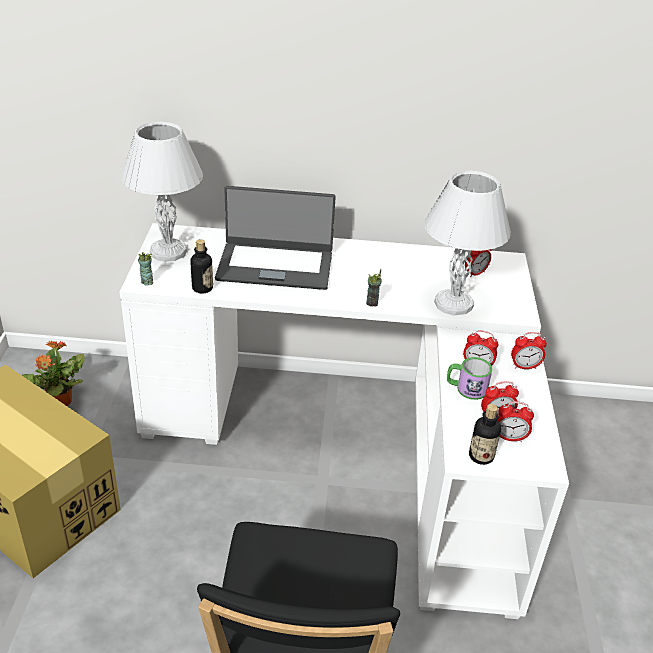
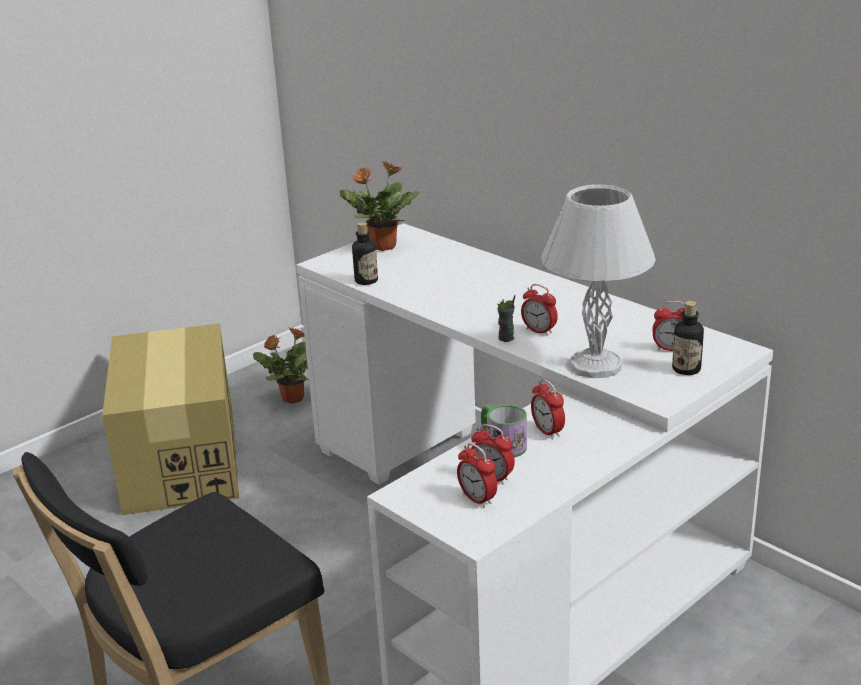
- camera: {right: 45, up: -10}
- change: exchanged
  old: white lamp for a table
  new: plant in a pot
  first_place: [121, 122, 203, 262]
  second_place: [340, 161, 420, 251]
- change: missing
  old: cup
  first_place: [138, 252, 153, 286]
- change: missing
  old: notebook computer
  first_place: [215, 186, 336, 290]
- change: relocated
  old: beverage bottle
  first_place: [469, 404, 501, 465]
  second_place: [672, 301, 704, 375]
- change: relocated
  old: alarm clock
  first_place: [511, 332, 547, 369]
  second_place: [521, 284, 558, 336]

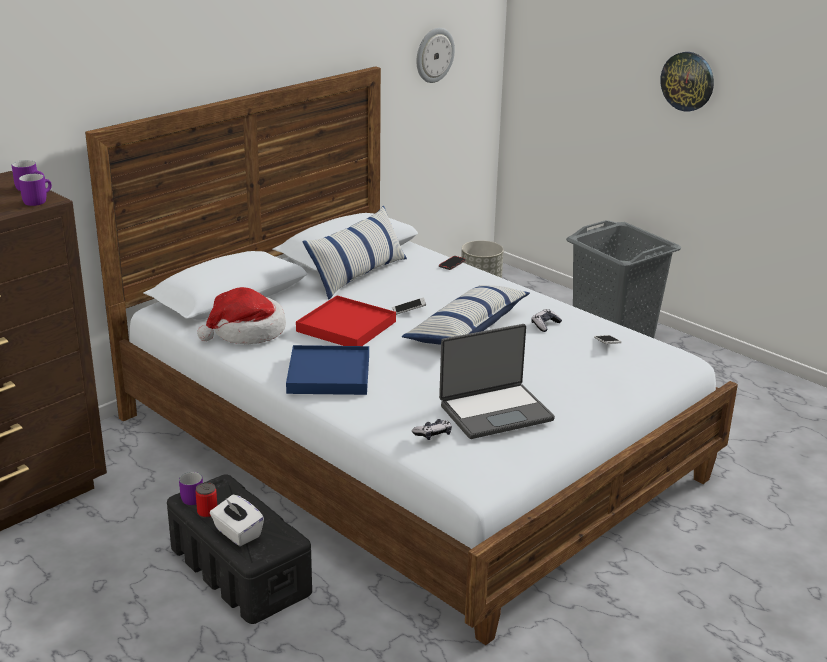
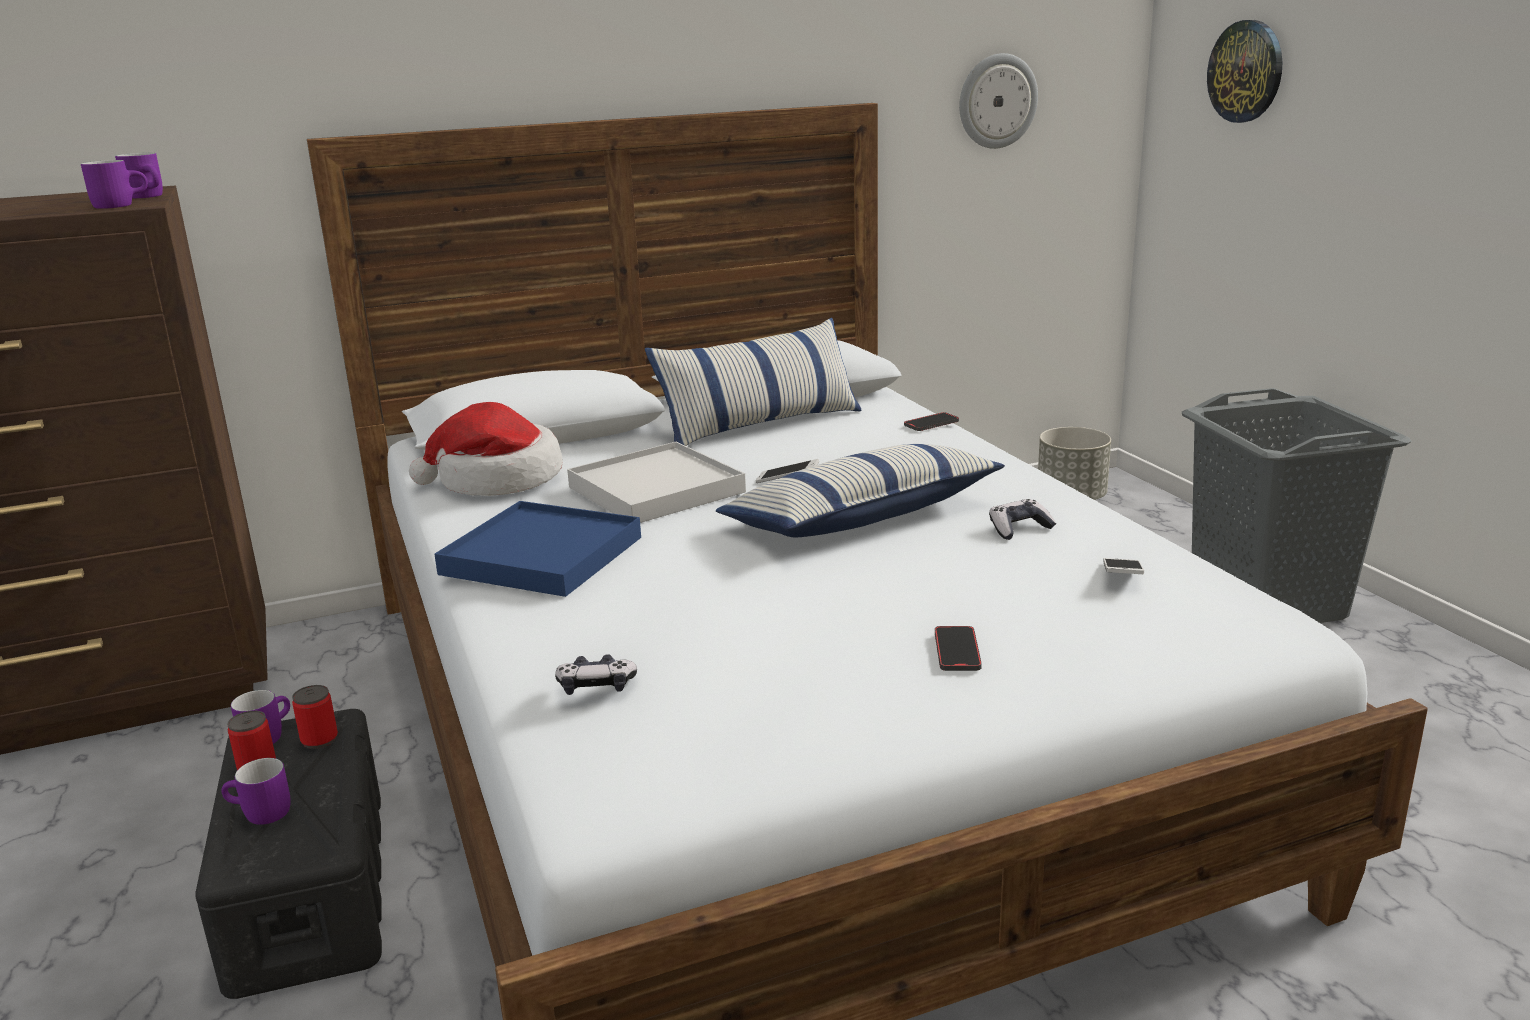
- camera: {right: 25, up: -5}
- change: exchanged
  old: white tissue box
  new: purple-coloured tea mug
  first_place: [210, 495, 264, 546]
  second_place: [222, 758, 291, 825]
- change: colour
  old: reddish tray
  new: white tray
  first_place: [296, 295, 396, 346]
  second_place: [567, 442, 746, 523]
- change: missing
  old: notebook computer
  first_place: [439, 324, 555, 439]
- change: relocated
  old: hanging clock
  first_place: [660, 52, 714, 111]
  second_place: [1207, 20, 1282, 123]
- change: appeared
  new: sealed can
  second_place: [292, 685, 338, 749]
- change: appeared
  new: handset
  second_place: [935, 626, 982, 671]

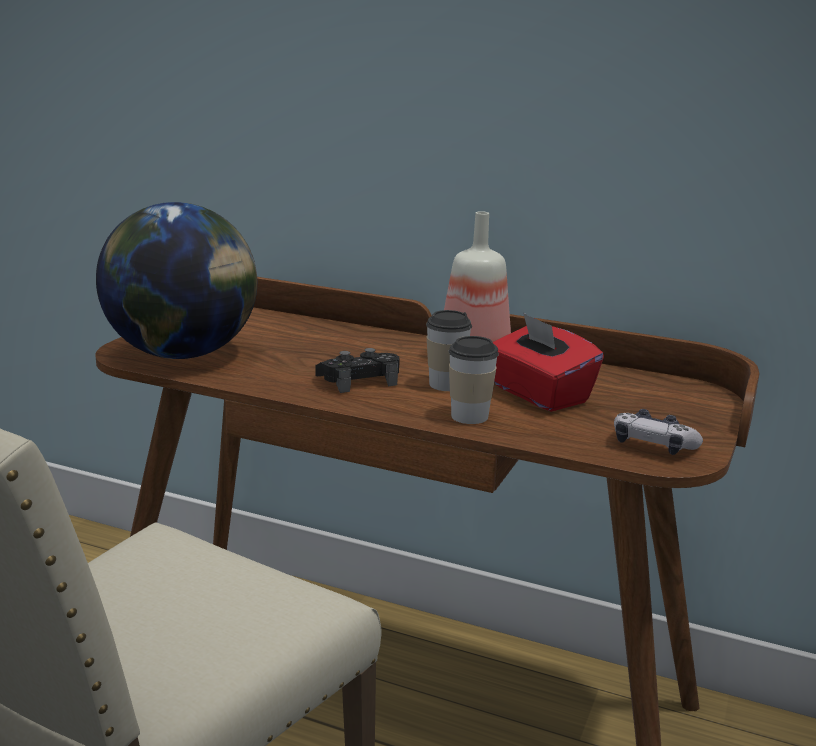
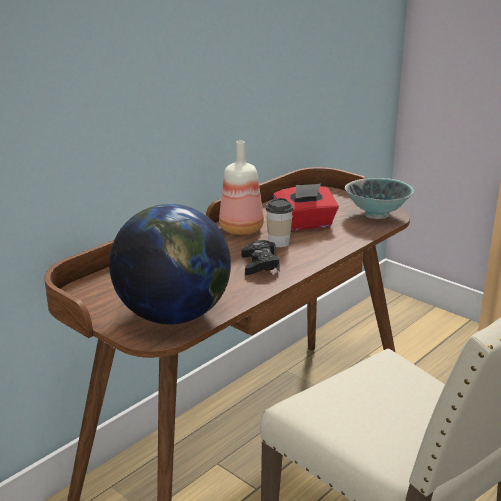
- camera: {right: -70, up: 5}
- change: missing
  old: cup
  first_place: [448, 336, 499, 424]
- change: exchanged
  old: game controller
  new: serving bowl
  first_place: [614, 409, 703, 455]
  second_place: [345, 178, 414, 219]

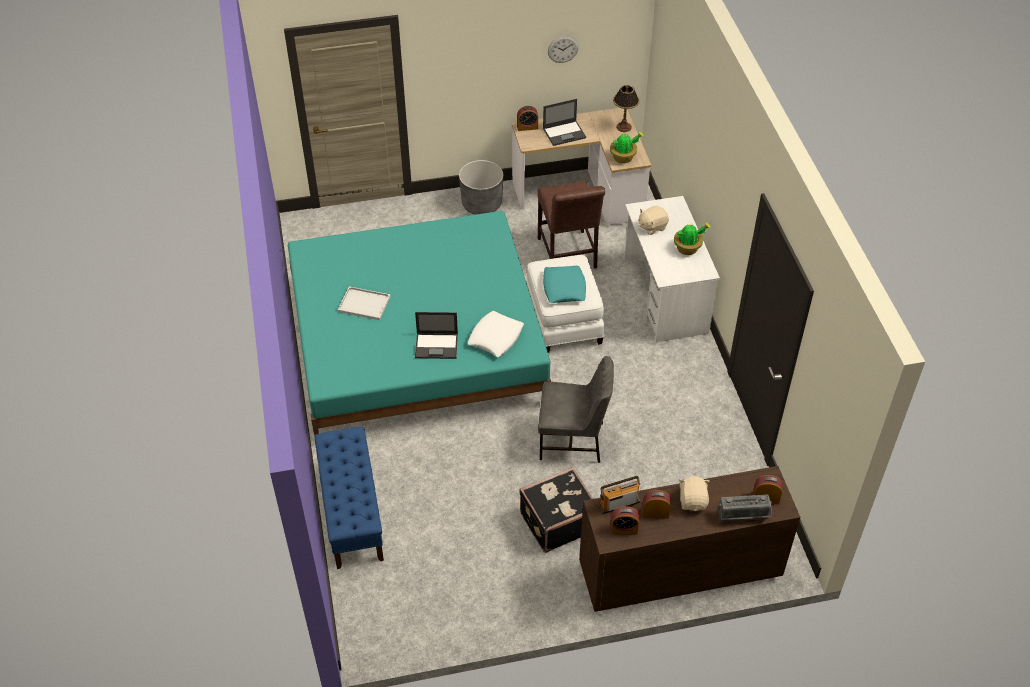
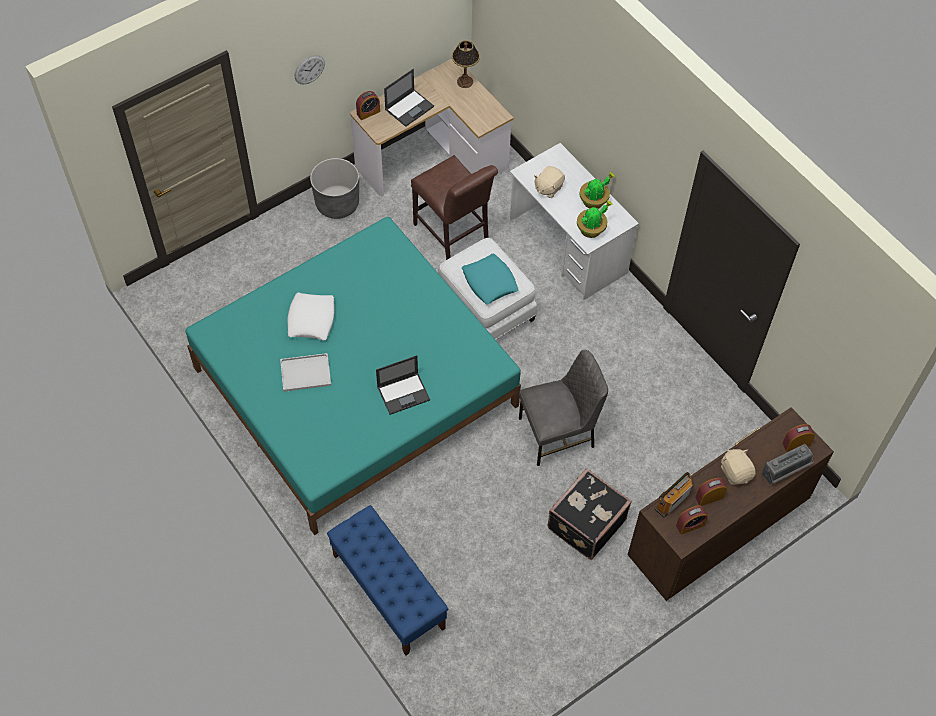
- camera: {right: -25, up: 10}
- change: relocated
  old: white pillow
  first_place: [468, 311, 524, 357]
  second_place: [287, 293, 334, 341]
- change: relocated
  old: hanging clock
  first_place: [548, 36, 579, 63]
  second_place: [295, 55, 325, 85]
- change: relocated
  old: plant in a pot
  first_place: [610, 132, 644, 163]
  second_place: [577, 200, 613, 238]

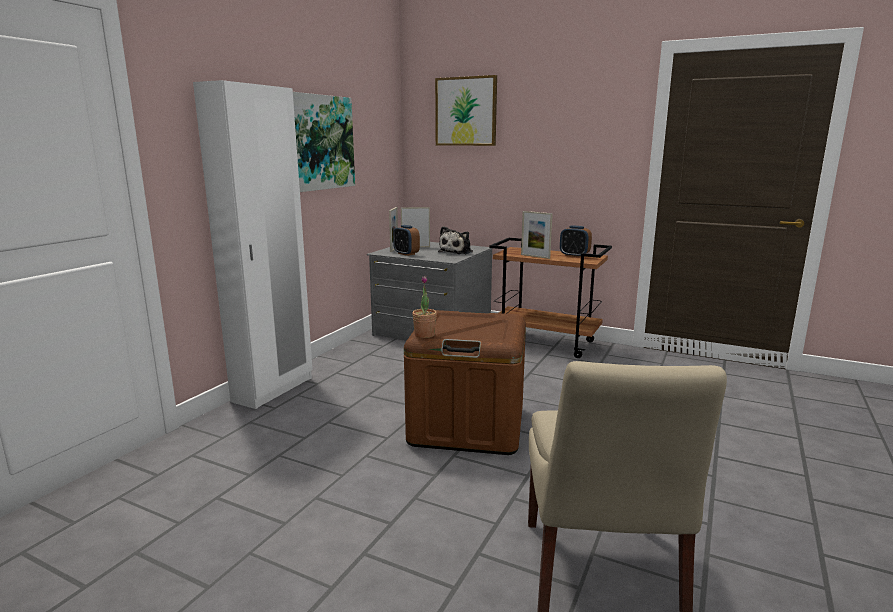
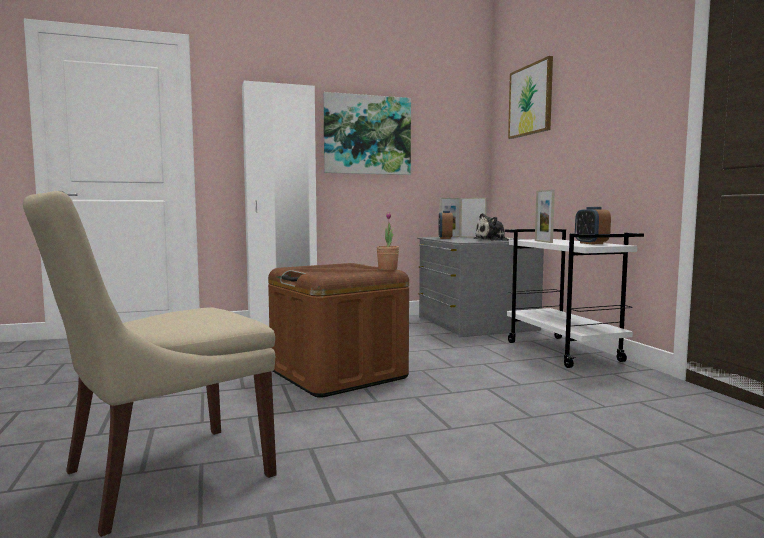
- camera: {right: 45, up: -10}
- change: relocated
  old: plant in a pot
  first_place: [412, 276, 437, 338]
  second_place: [377, 212, 399, 270]
- change: colour
  old: brownish cart
  new: white cart
  first_place: [489, 238, 612, 358]
  second_place: [505, 229, 644, 368]

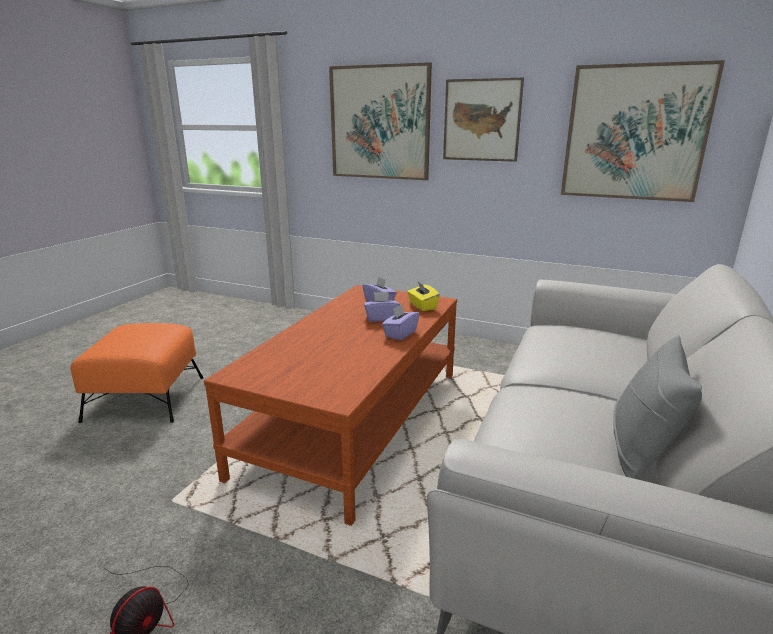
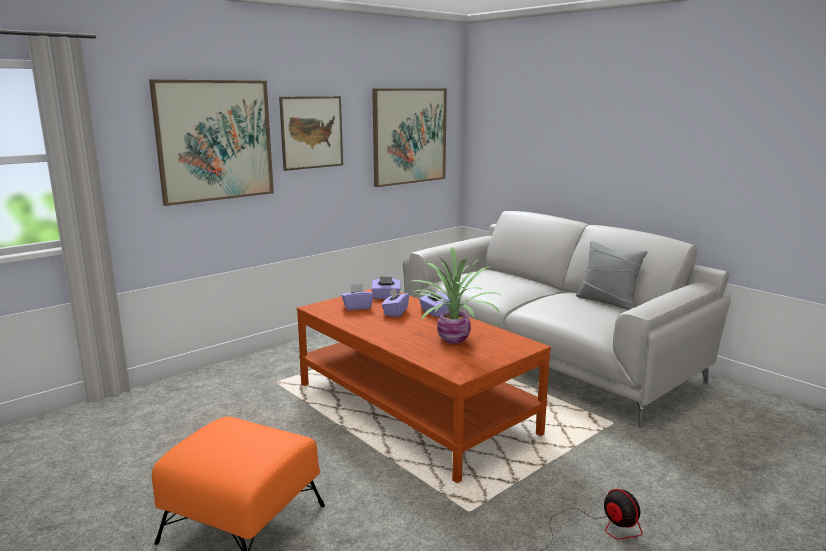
- camera: {right: -65, up: -5}
- change: colour
  old: yellow tissue box
  new: purple-coloured tissue box
  first_place: [407, 282, 440, 311]
  second_place: [372, 277, 401, 299]
- change: appeared
  new: plant in a pot
  second_place: [411, 247, 503, 344]

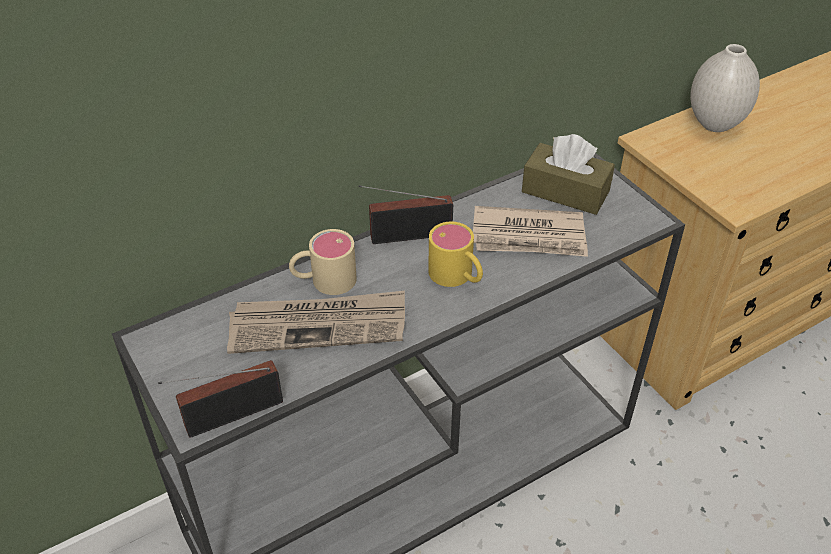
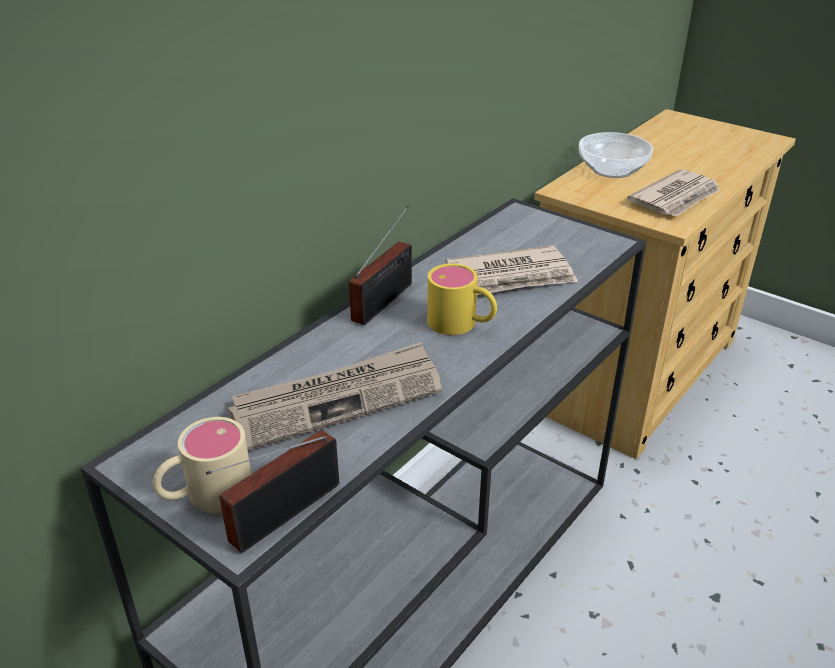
- camera: {right: -20, up: -10}
- change: relocated
  old: beige-coloured tea mug
  first_place: [289, 229, 357, 295]
  second_place: [153, 417, 251, 513]
- change: spun
  old: radio set
  first_place: [359, 185, 453, 244]
  second_place: [349, 206, 412, 325]
  degrees: 150
- change: missing
  old: brownish tissue box
  first_place: [522, 134, 615, 215]
- change: exchanged
  old: white decorative vase
  new: serving bowl
  first_place: [690, 44, 760, 132]
  second_place: [579, 132, 653, 178]
- change: appeared
  new: daily paper
  second_place: [627, 169, 720, 217]

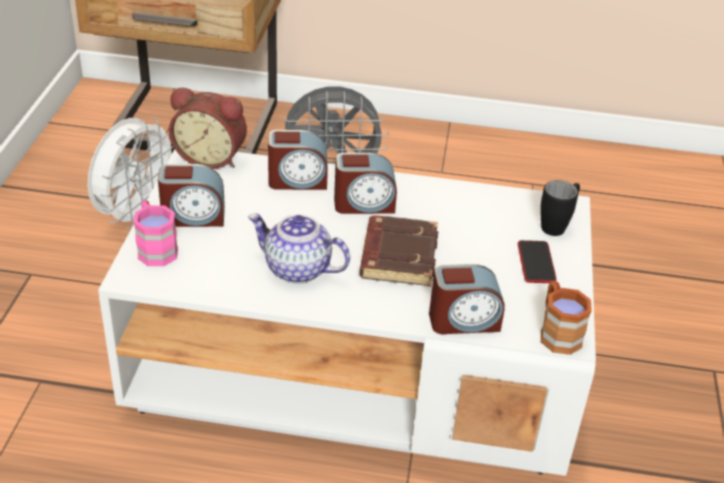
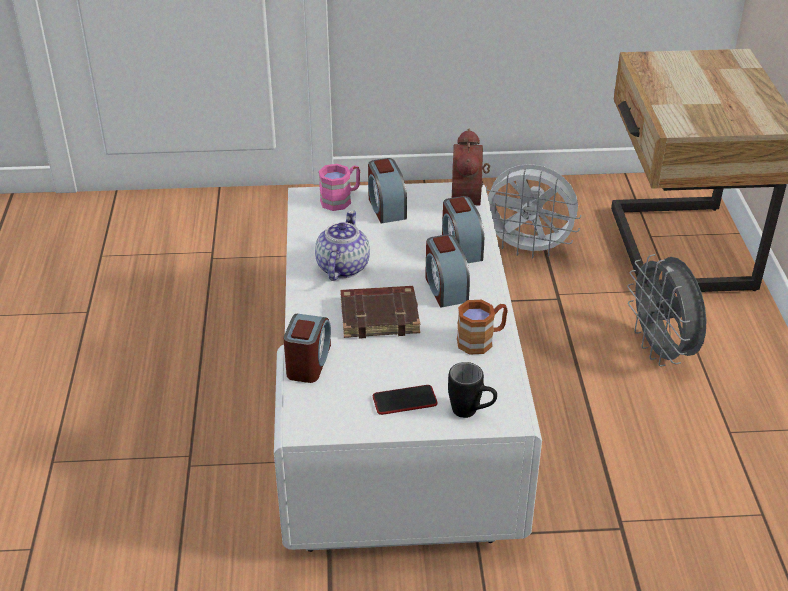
- camera: {right: 80, up: 0}
- change: spun
  old: alarm clock
  first_place: [429, 264, 505, 334]
  second_place: [283, 314, 331, 383]
  degrees: -150
- change: relocated
  old: brownish tea mug
  first_place: [541, 280, 592, 355]
  second_place: [457, 300, 508, 355]

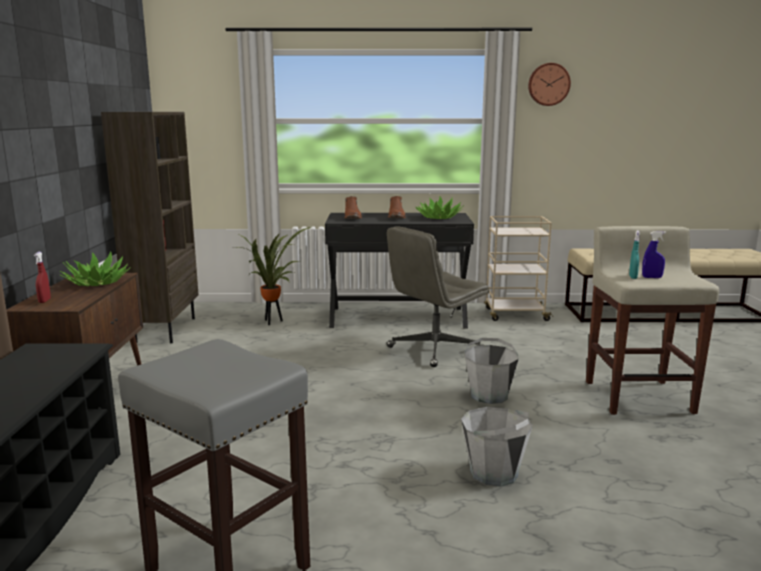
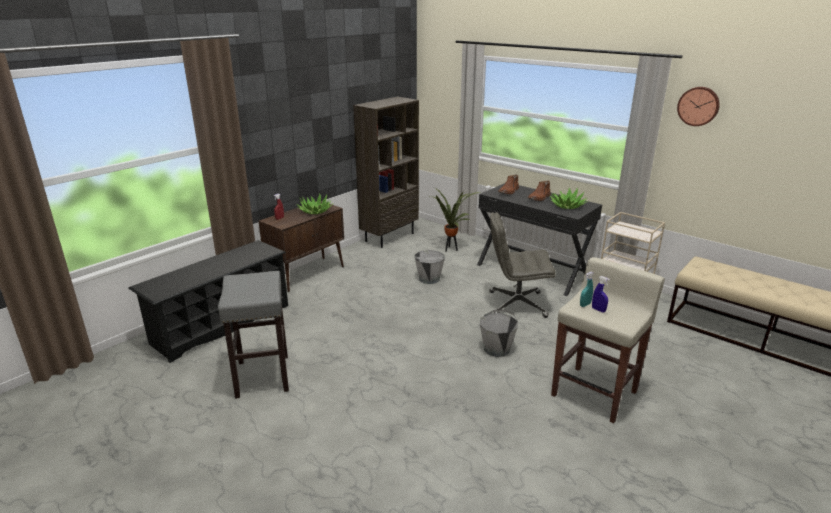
- camera: {right: 40, up: 10}
- change: relocated
  old: greyish water bucket
  first_place: [461, 407, 533, 487]
  second_place: [415, 250, 445, 284]

